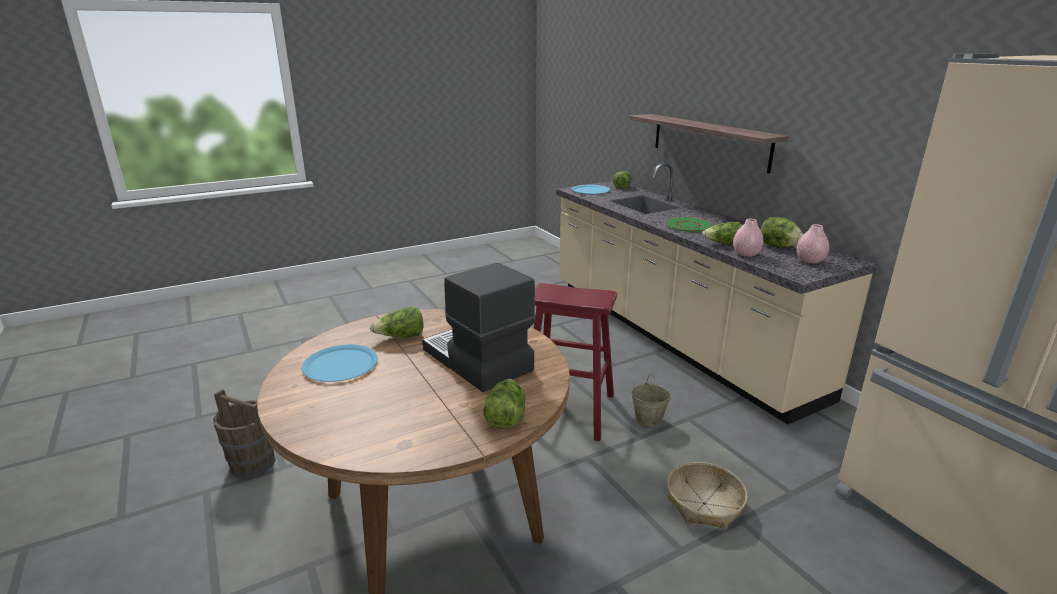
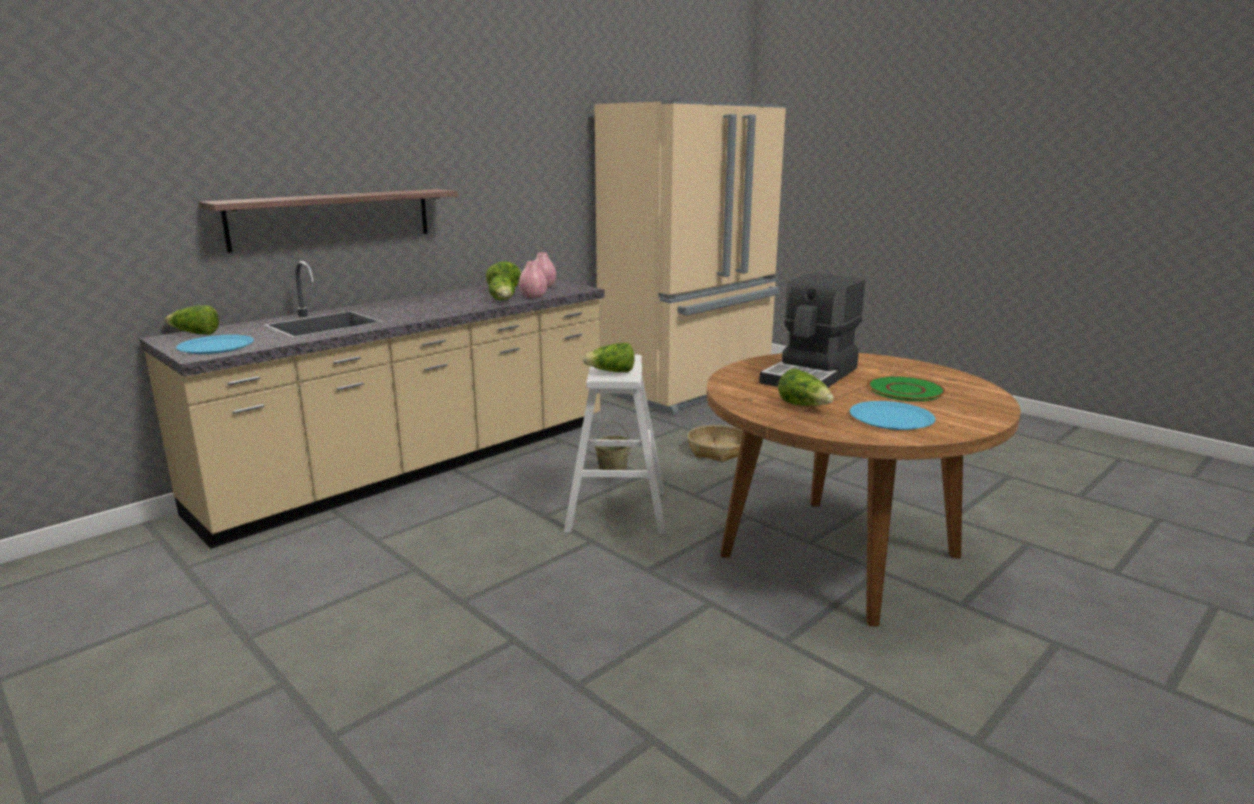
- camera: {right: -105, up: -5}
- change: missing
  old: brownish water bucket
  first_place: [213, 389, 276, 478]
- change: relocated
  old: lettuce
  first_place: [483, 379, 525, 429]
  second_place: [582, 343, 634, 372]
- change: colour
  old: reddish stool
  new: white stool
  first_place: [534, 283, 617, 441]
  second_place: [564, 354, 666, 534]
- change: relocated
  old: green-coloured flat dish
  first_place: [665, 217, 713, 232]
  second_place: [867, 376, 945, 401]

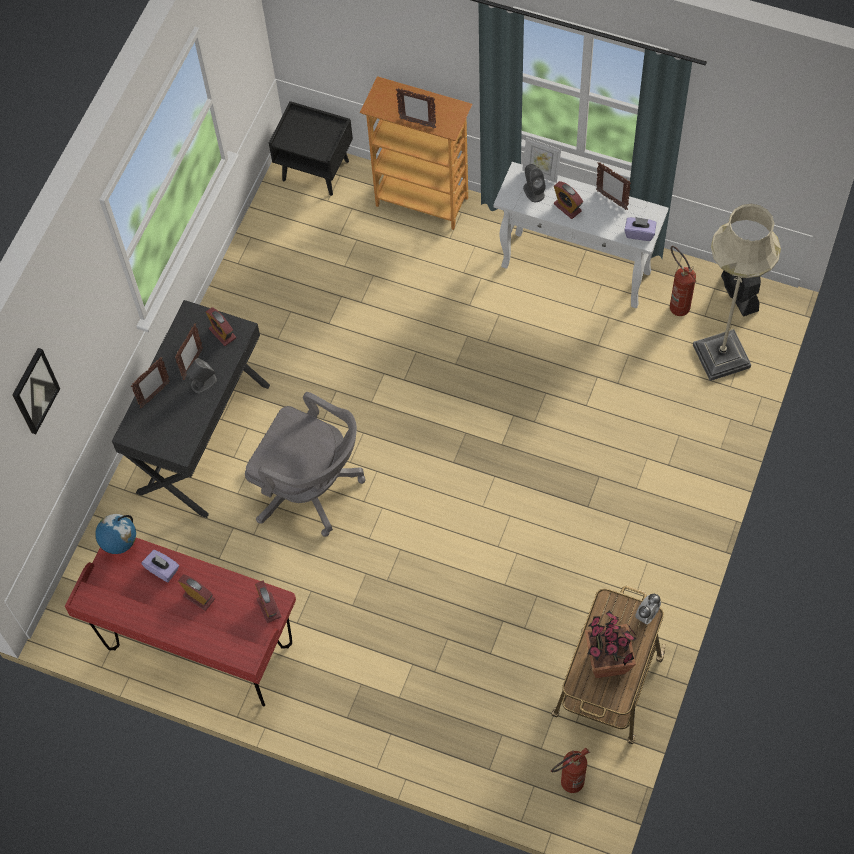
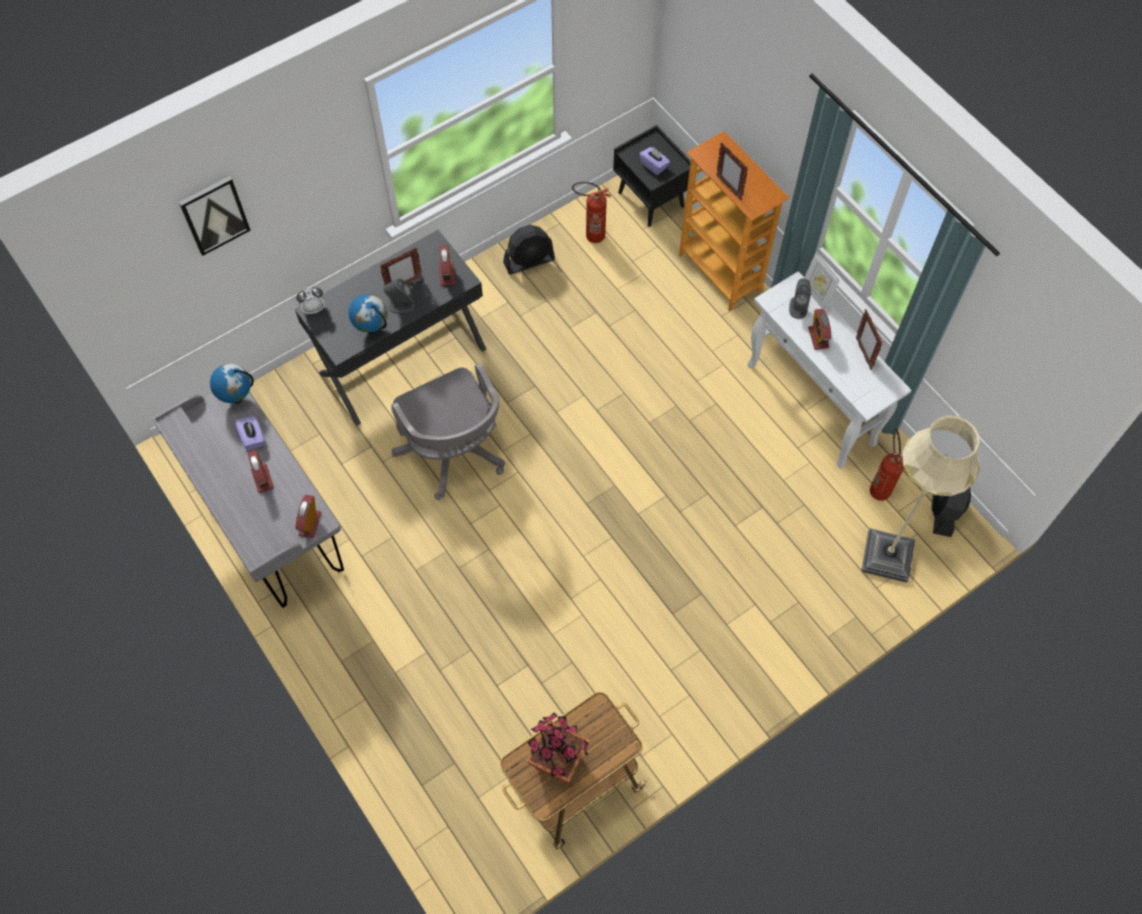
- camera: {right: 30, up: 0}
- change: colour
  old: reddish desk table
  new: greyish desk table
  first_place: [65, 538, 296, 707]
  second_place: [152, 392, 344, 608]
- change: missing
  old: photo frame
  first_place: [131, 357, 170, 408]
- change: relocated
  old: fire-fighting cylinder
  first_place: [551, 748, 590, 793]
  second_place: [572, 182, 611, 243]
- change: relocated
  old: purple-coloured tissue box
  first_place: [624, 217, 656, 241]
  second_place: [639, 147, 670, 175]
- change: relocated
  old: alarm clock
  first_place: [635, 594, 661, 625]
  second_place: [296, 287, 325, 314]
- change: appeared
  new: desk globe
  second_place: [349, 294, 388, 334]
- change: appeared
  new: black electric fan
  second_place: [503, 225, 555, 275]

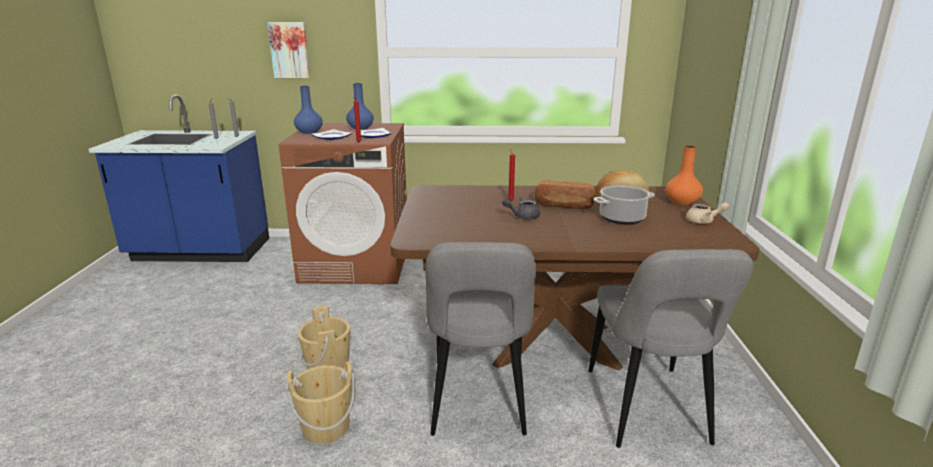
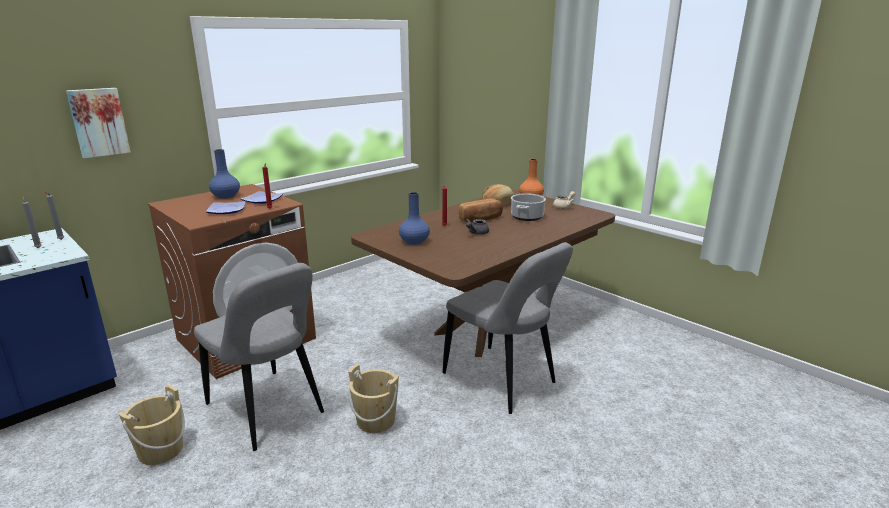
- camera: {right: -45, up: 0}
- change: relocated
  old: beige-coloured water bucket
  first_place: [286, 361, 355, 444]
  second_place: [118, 385, 185, 465]
- change: relocated
  old: blue decorative vase
  first_place: [294, 86, 323, 134]
  second_place: [399, 192, 430, 245]
- change: relocated
  old: greyish chair
  first_place: [589, 249, 754, 448]
  second_place: [194, 263, 324, 451]

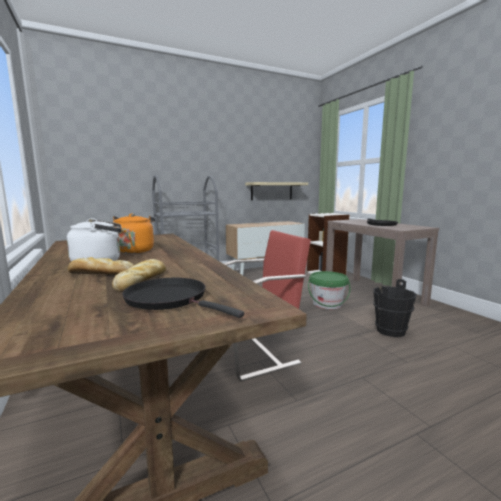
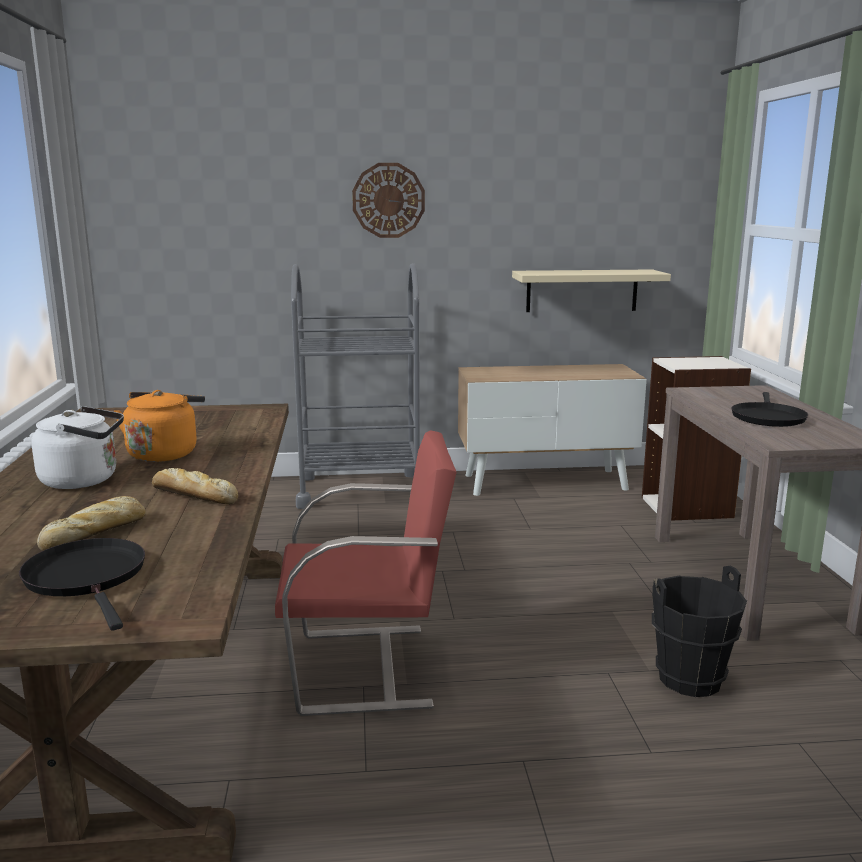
- camera: {right: 20, up: 5}
- change: relocated
  old: baked bread
  first_place: [68, 257, 134, 275]
  second_place: [152, 468, 238, 504]
- change: missing
  old: green-coloured water bucket
  first_place: [308, 271, 350, 309]
- change: appeared
  new: hanging clock
  second_place: [352, 163, 425, 238]

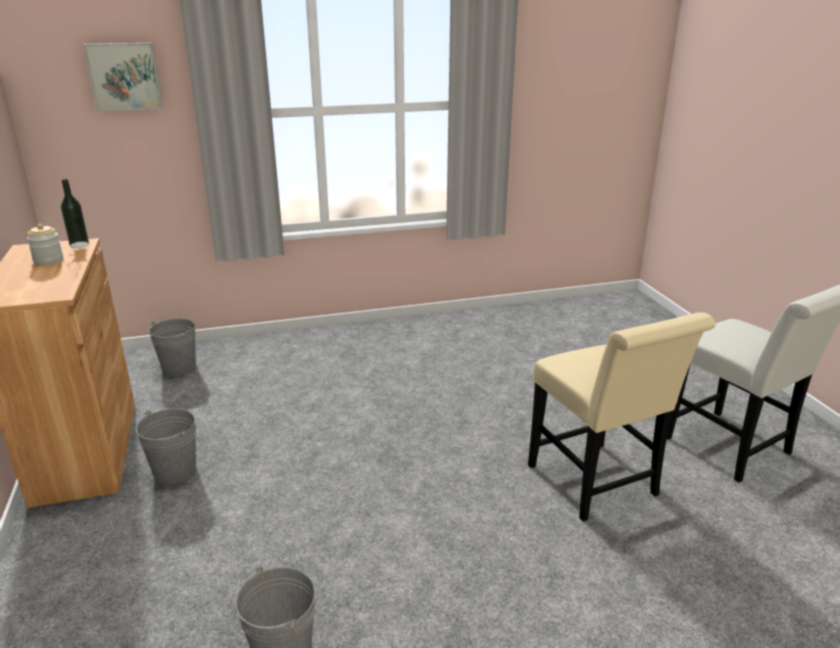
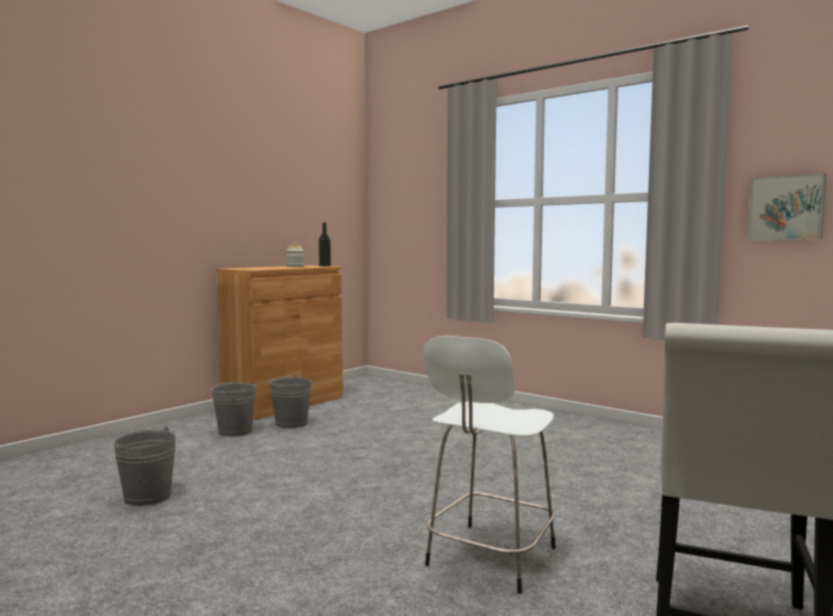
- camera: {right: 55, up: -20}
- change: relocated
  old: picture
  first_place: [83, 43, 163, 111]
  second_place: [748, 173, 826, 240]
- change: relocated
  old: greyish water bucket
  first_place: [149, 318, 196, 376]
  second_place: [211, 380, 256, 437]
- change: exchanged
  old: beige-coloured chair
  new: white stool
  first_place: [528, 312, 716, 522]
  second_place: [424, 336, 556, 594]

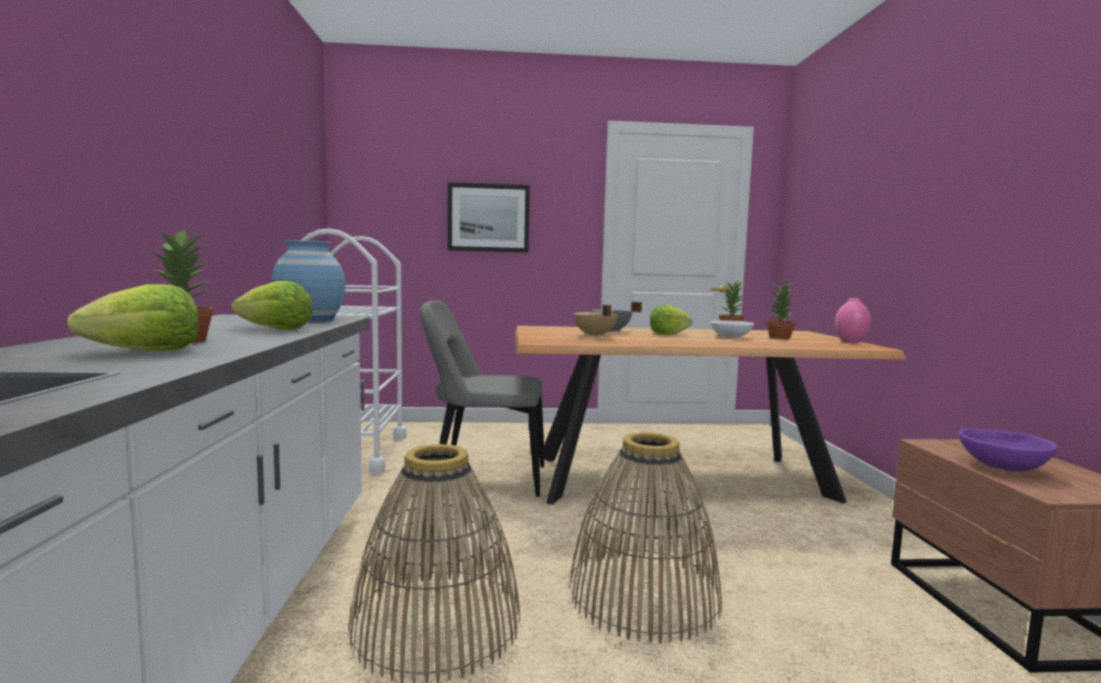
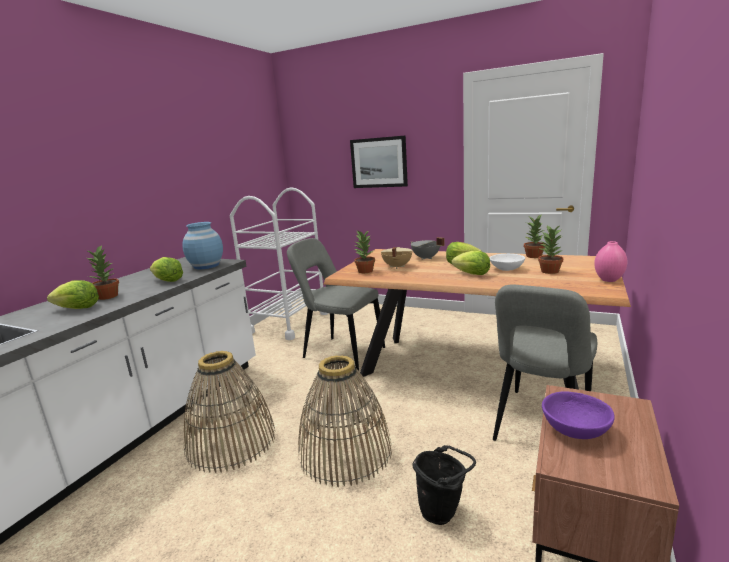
- camera: {right: 30, up: 10}
- change: appeared
  new: plant in a pot
  second_place: [354, 231, 375, 273]
- change: appeared
  new: black water bucket
  second_place: [412, 445, 476, 525]
- change: appeared
  new: lettuce
  second_place: [451, 250, 490, 275]
- change: appeared
  new: greyish chair
  second_place: [493, 285, 597, 441]

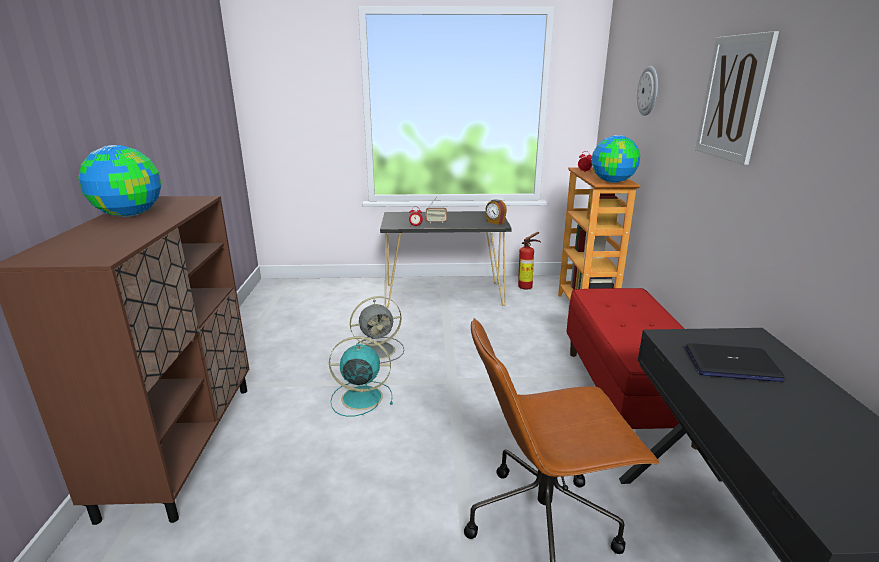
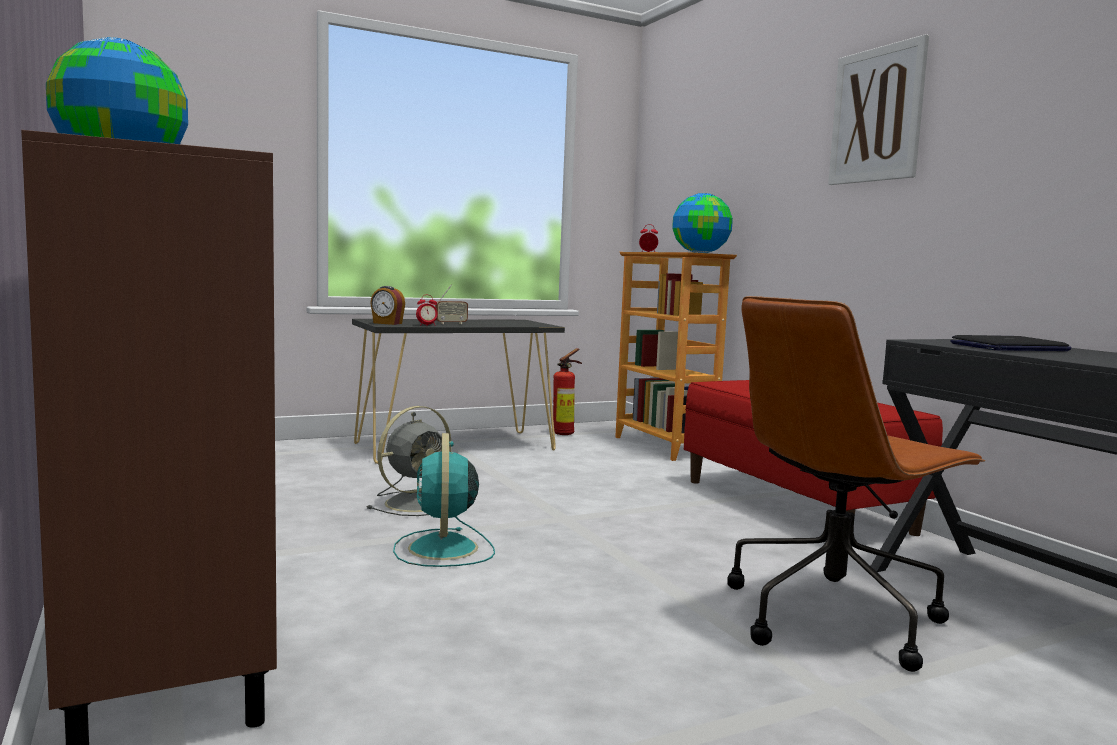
- camera: {right: -25, up: -15}
- change: spun
  old: blue-green electric fan
  first_place: [329, 337, 393, 417]
  second_place: [393, 433, 495, 567]
  degrees: -75
- change: relocated
  old: alarm clock
  first_place: [485, 199, 507, 225]
  second_place: [370, 286, 405, 325]
- change: missing
  old: hanging clock
  first_place: [637, 66, 658, 116]

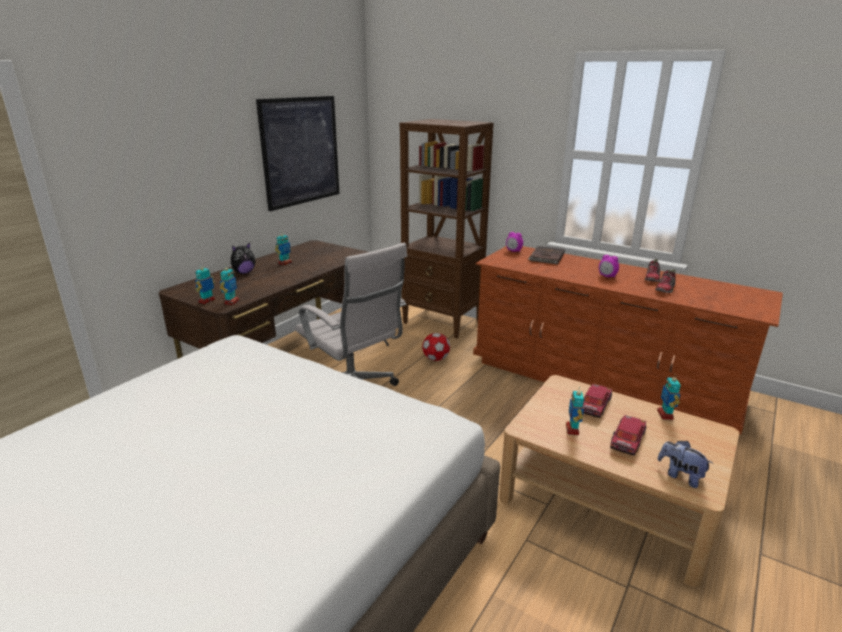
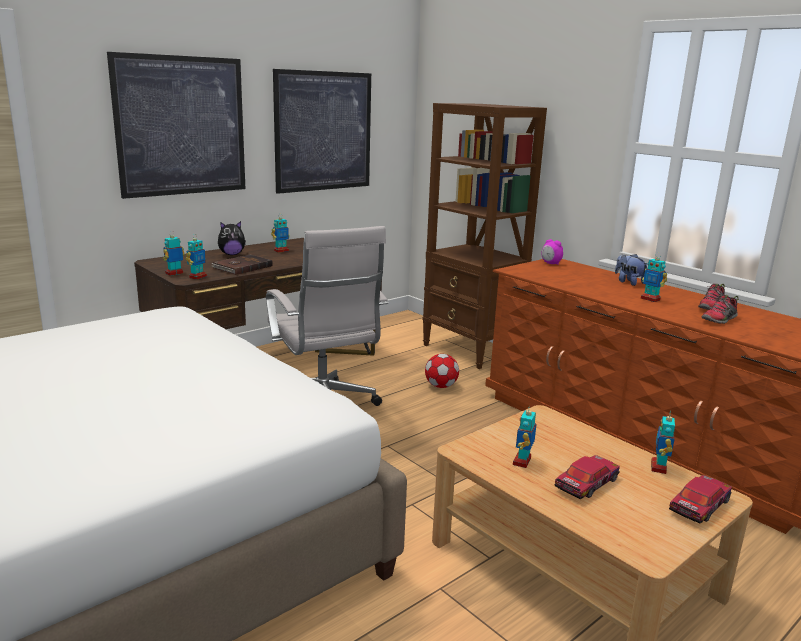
- camera: {right: 15, up: -5}
- change: relocated
  old: brownish bound book
  first_place: [528, 246, 565, 265]
  second_place: [211, 255, 273, 275]
- change: relocated
  old: toy car
  first_place: [583, 384, 612, 418]
  second_place: [669, 475, 732, 523]
- change: exchanged
  old: alarm clock
  new: toy robot
  first_place: [599, 255, 619, 278]
  second_place: [641, 253, 667, 302]
- change: relocated
  old: cuddly toy
  first_place: [658, 441, 713, 488]
  second_place: [615, 254, 648, 286]
- change: appeared
  new: picture
  second_place: [107, 52, 245, 199]

